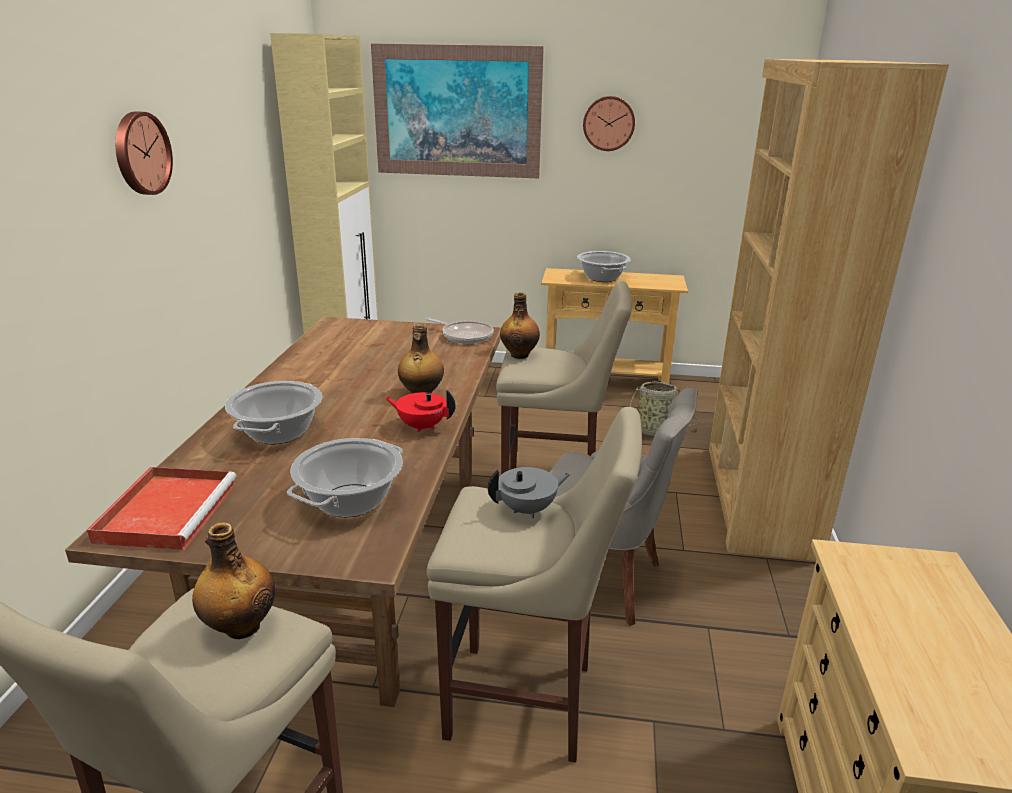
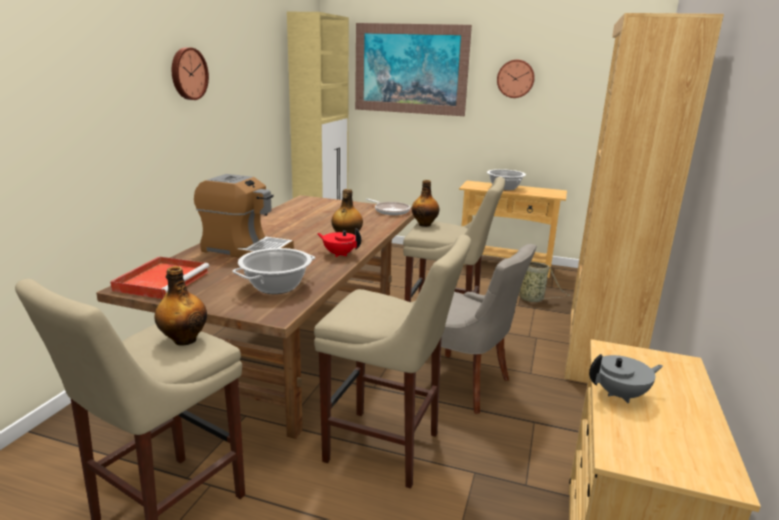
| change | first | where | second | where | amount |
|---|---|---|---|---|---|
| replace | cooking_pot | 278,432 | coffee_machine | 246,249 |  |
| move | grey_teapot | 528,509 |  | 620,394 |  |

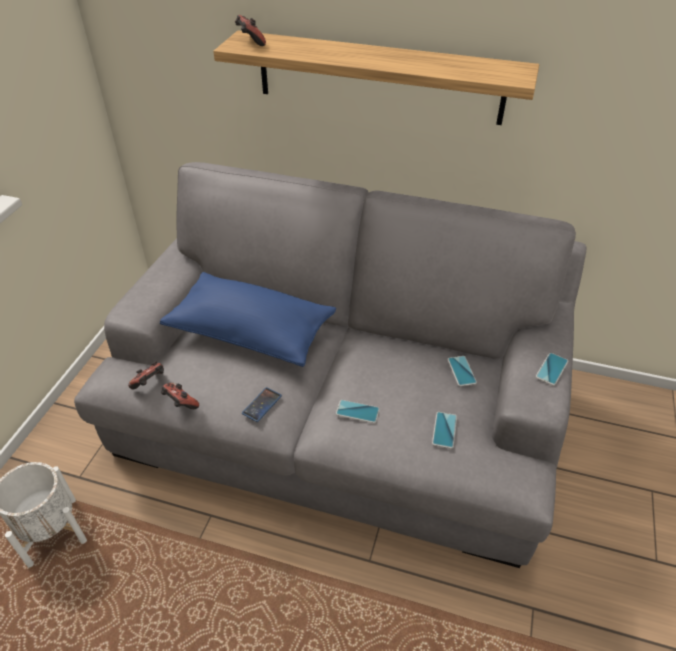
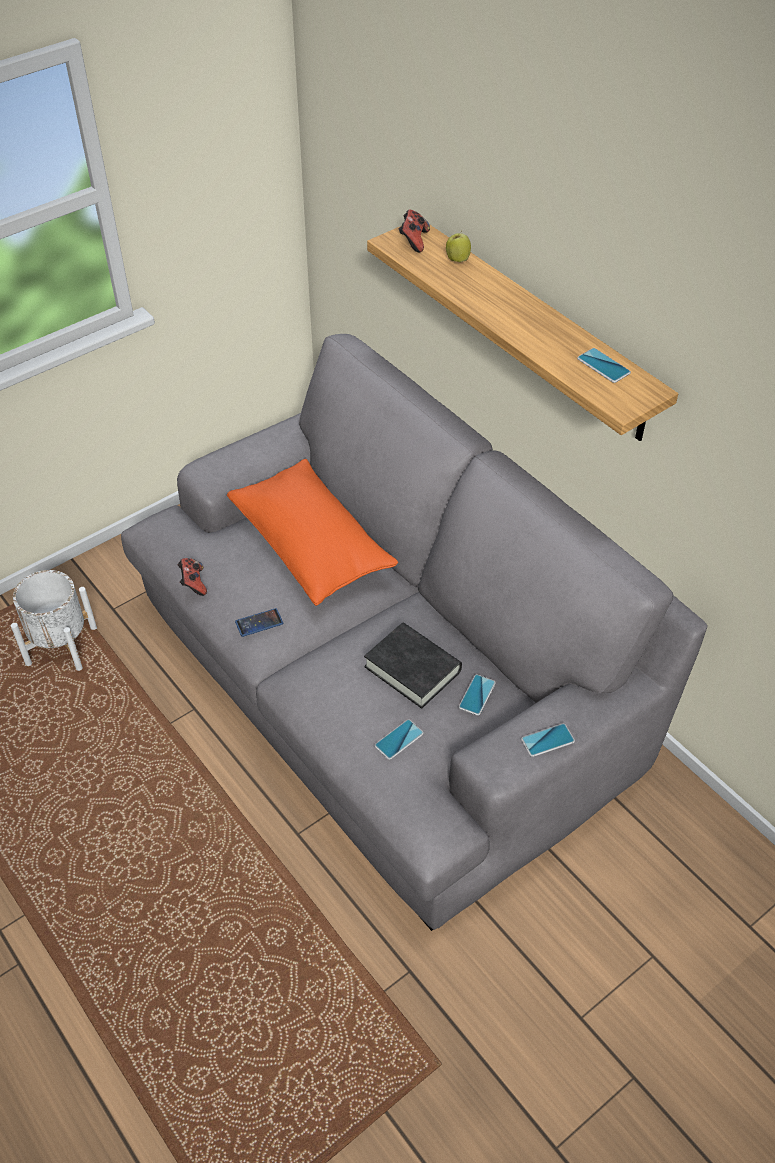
| change | first | where | second | where | amount |
|---|---|---|---|---|---|
| delete | game_controller | 150,383 |  |  |  |
| recolor | blue_pillow | 251,332 | orange_pillow | 311,546 |  |
| move | phone | 357,412 |  | 603,366 |  |
| insert |  |  | black_book | 412,669 |  |
| insert |  |  | apple | 457,259 |  |

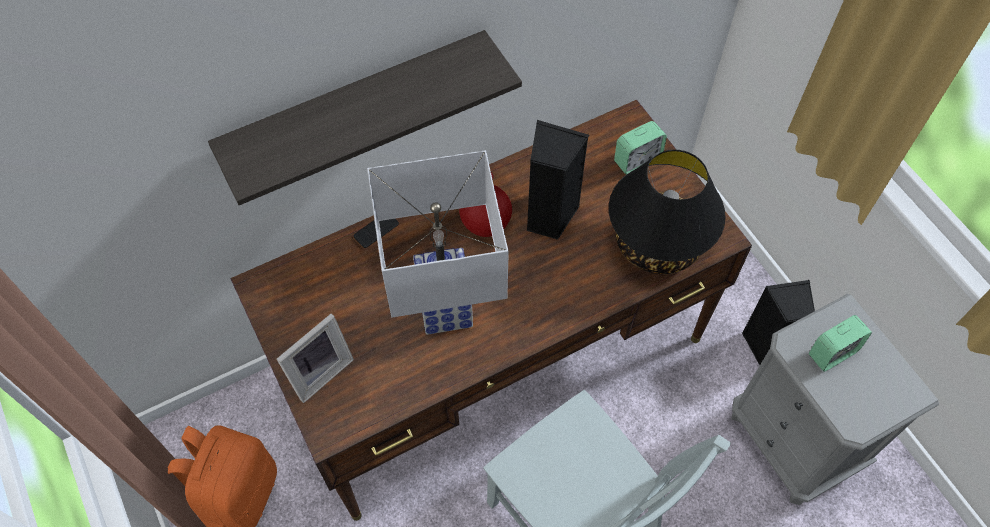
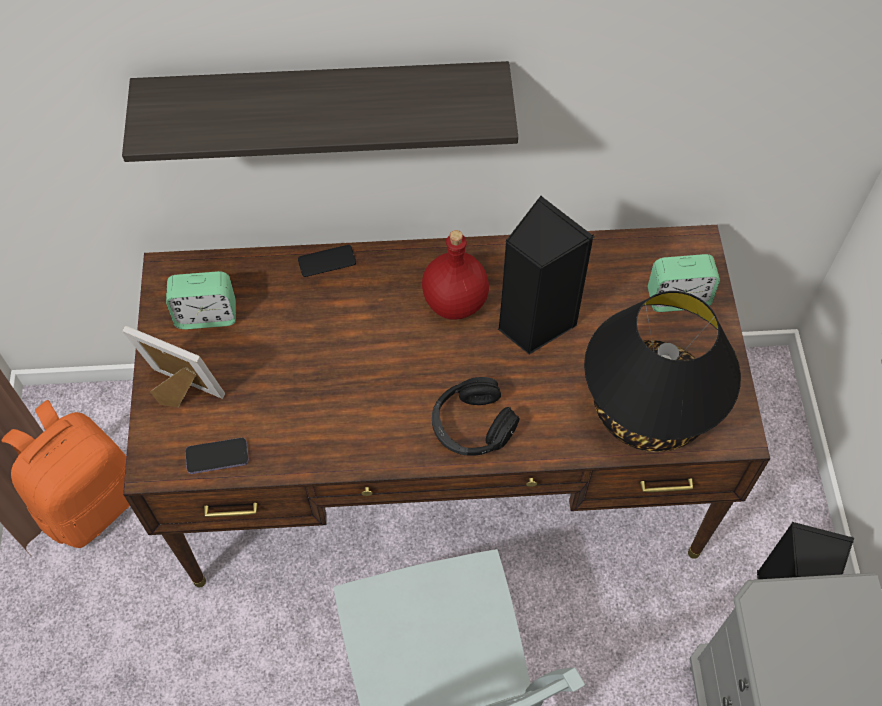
| change | first | where | second | where | amount |
|---|---|---|---|---|---|
| rotate | picture_frame | 319,371 |  | 181,394 | 135 degrees counterclockwise |
| delete | white_table_lamp | 447,309 |  |  |  |
| move | alarm_clock | 832,353 |  | 206,315 |  |
| insert |  |  | phone | 217,457 |  |
| insert |  |  | black_headphones | 472,426 |  |

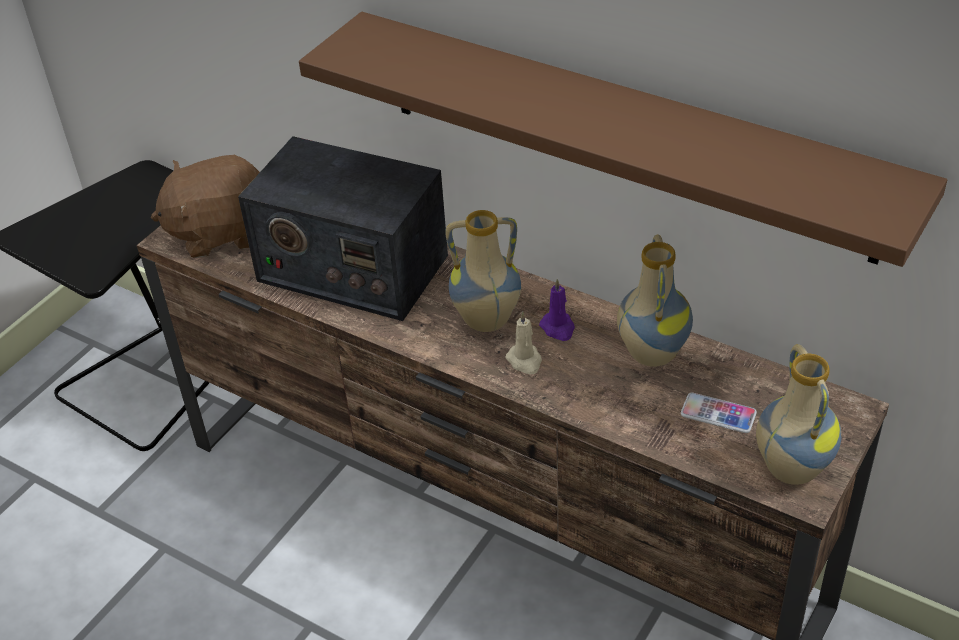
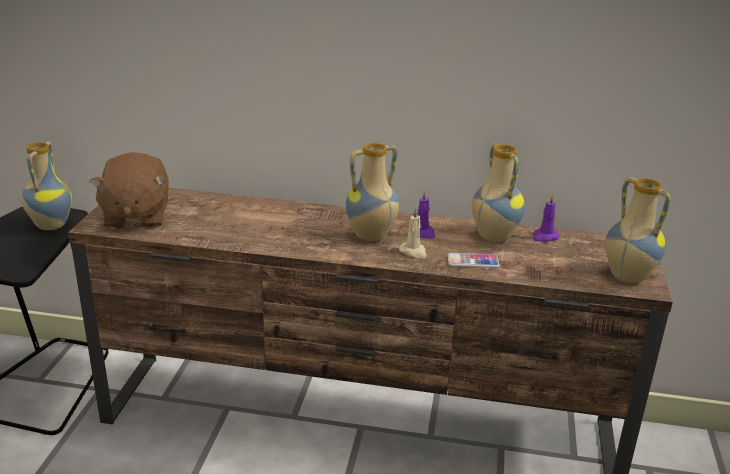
| change | first | where | second | where | amount |
|---|---|---|---|---|---|
| rotate | brown_plush_toy | 221,232 |  | 135,217 | 60 degrees counterclockwise |
| delete | radio | 351,268 |  |  |  |
| delete | brown_shelf | 622,134 |  |  |  |
| move | phone | 718,414 |  | 473,261 |  |
| insert |  |  | vase | 50,225 |  |
| insert |  |  | purple_candle | 544,237 |  |

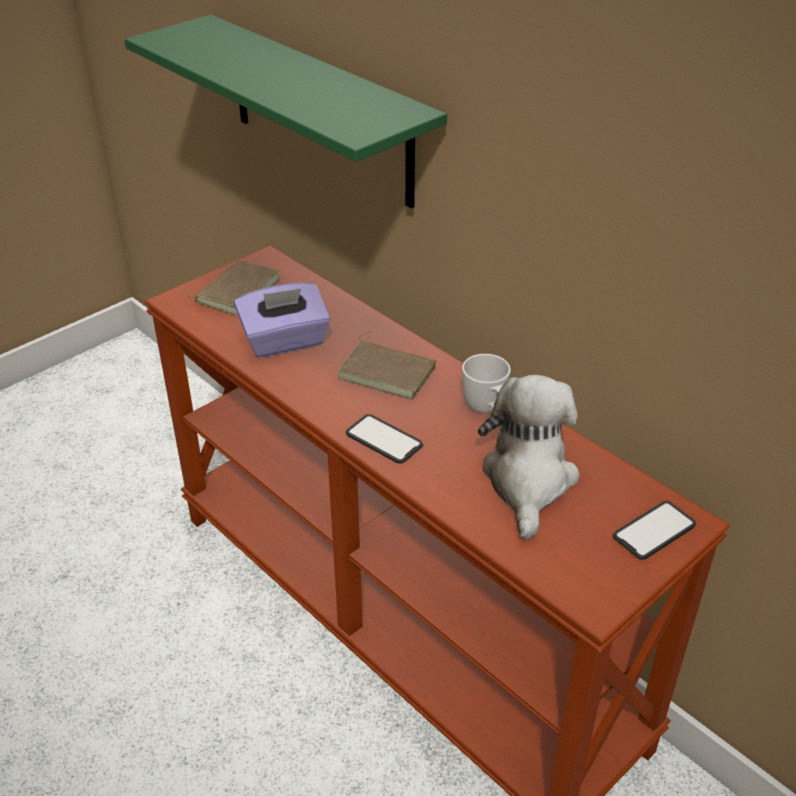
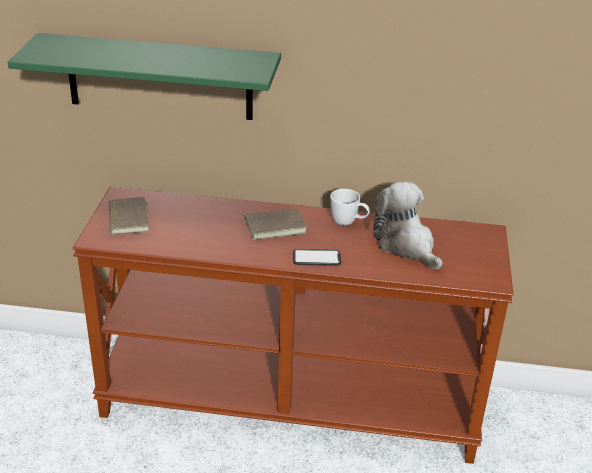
| change | first | where | second | where | amount |
|---|---|---|---|---|---|
| delete | purple_tissue_box | 285,341 |  |  |  |
| delete | phone | 654,531 |  |  |  |

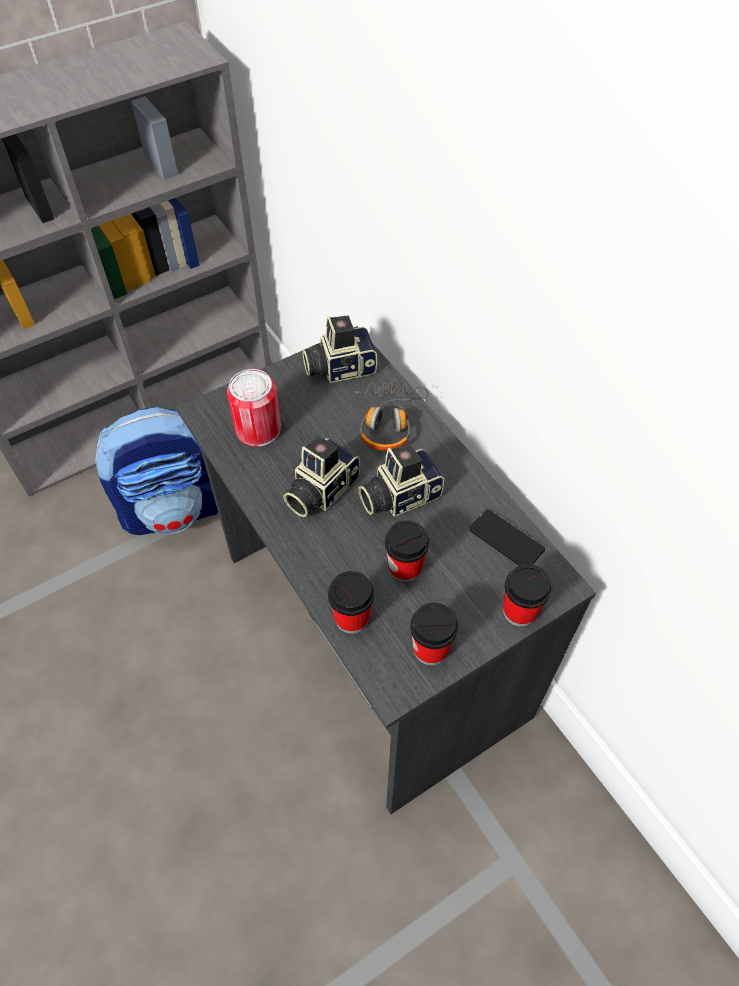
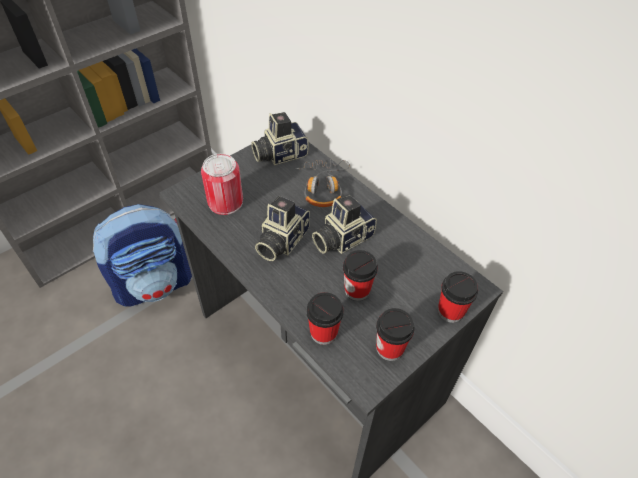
| change | first | where | second | where | amount |
|---|---|---|---|---|---|
| delete | phone | 506,539 |  |  |  |

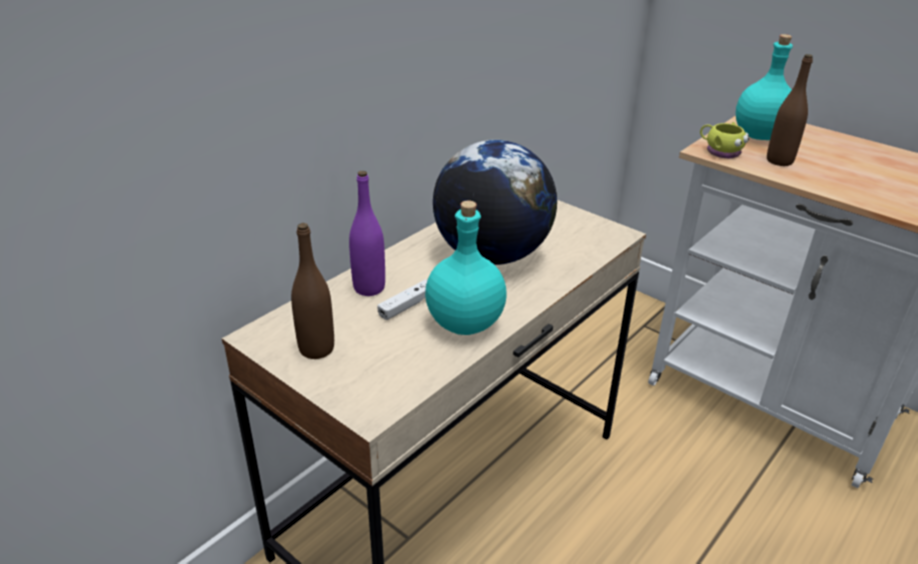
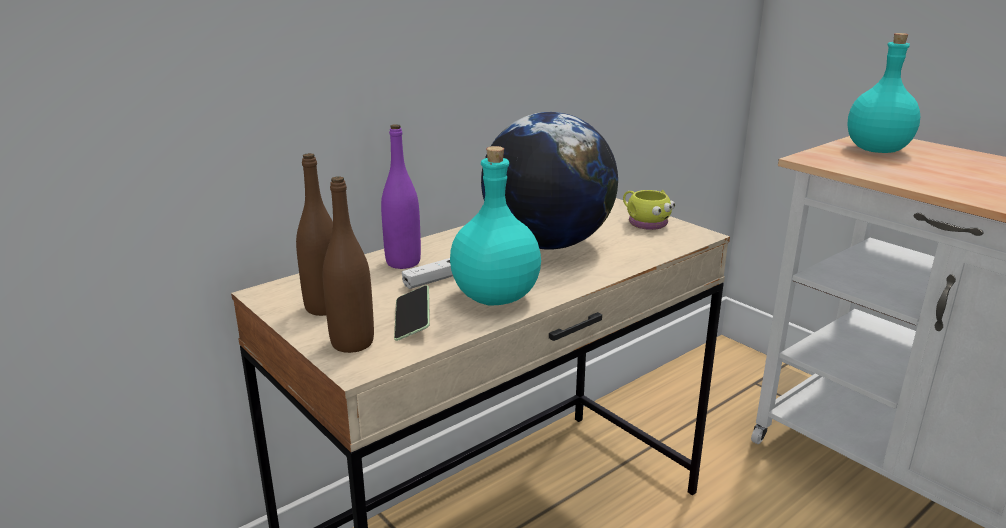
| change | first | where | second | where | amount |
|---|---|---|---|---|---|
| move | yellow_mug | 720,151 |  | 644,222 |  |
| move | brown_bottle | 779,161 |  | 352,343 |  |
| insert |  |  | phone | 412,322 |  |

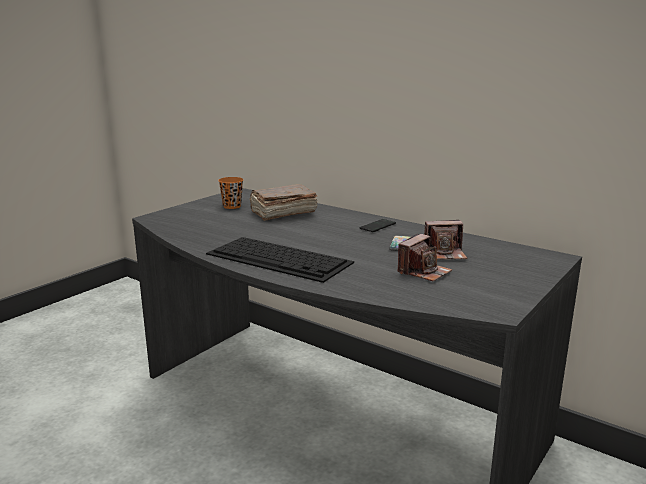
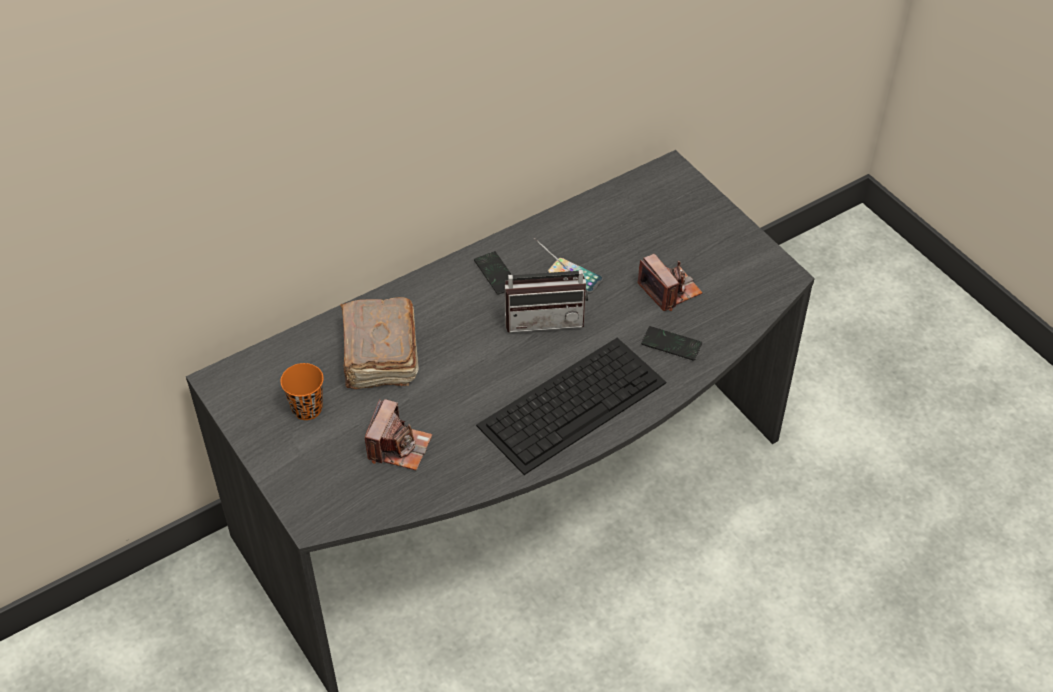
| change | first | where | second | where | amount |
|---|---|---|---|---|---|
| move | photo_camera | 445,253 |  | 399,447 |  |
| insert |  |  | radio | 545,317 |  |
| insert |  |  | phone | 671,344 |  |

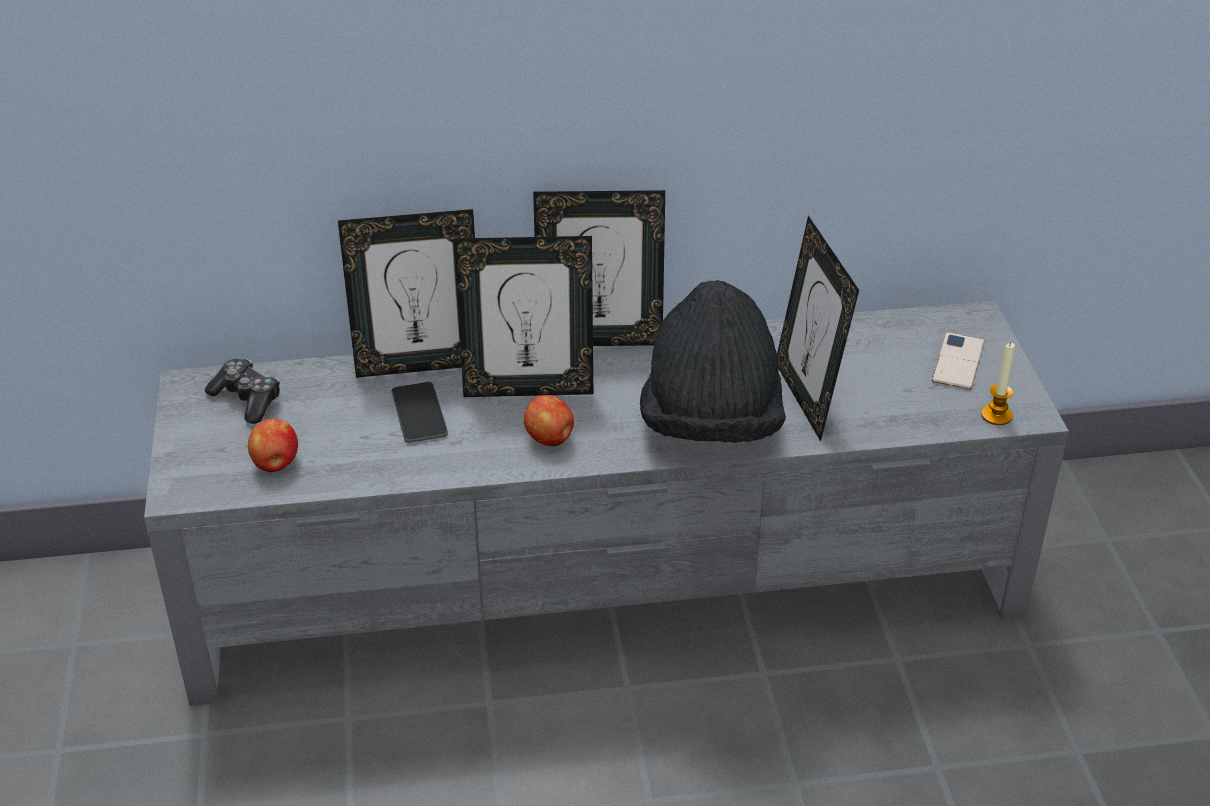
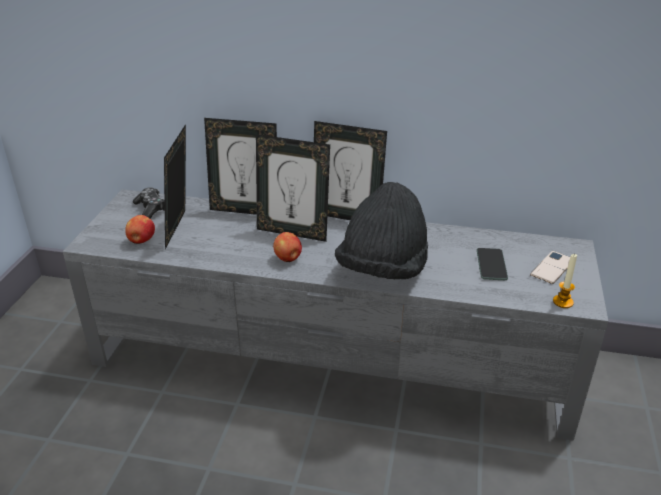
| change | first | where | second | where | amount |
|---|---|---|---|---|---|
| move | phone | 419,413 |  | 491,264 |  |
| move | picture_frame | 807,399 |  | 181,229 |  |

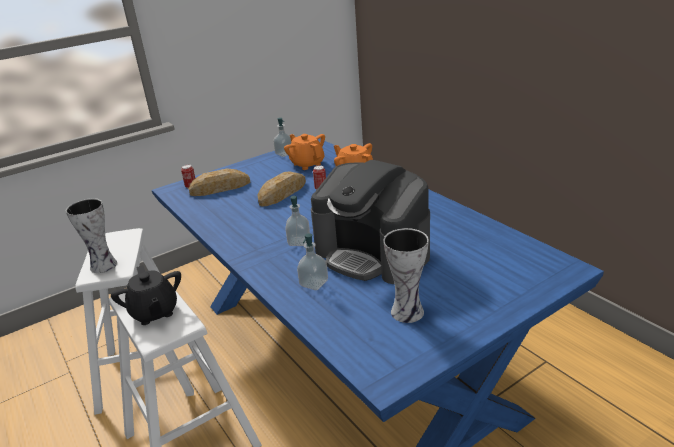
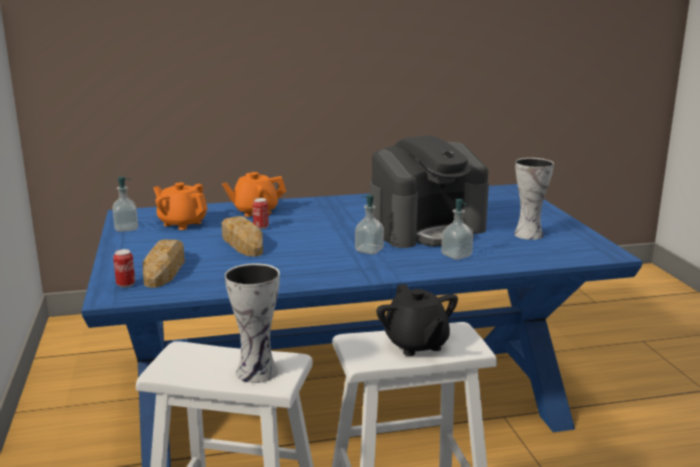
| change | first | where | second | where | amount |
|---|---|---|---|---|---|
| rotate | black_teapot | 154,312 |  | 416,344 | 75 degrees clockwise |
| rotate | orange_teapot | 307,164 |  | 182,223 | 45 degrees clockwise |

